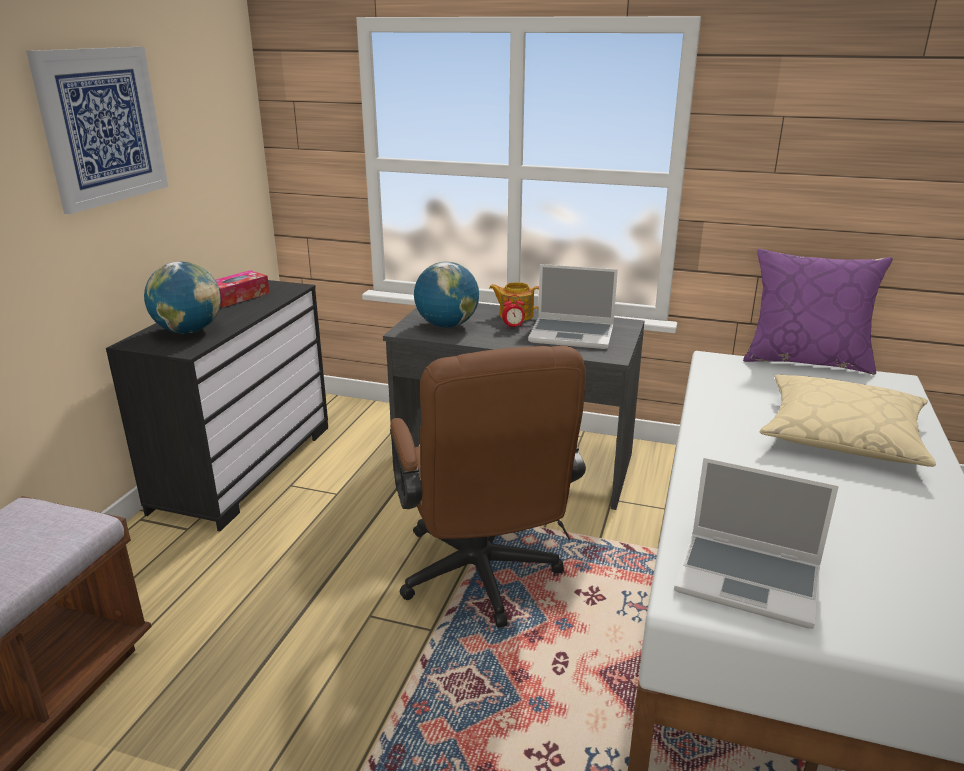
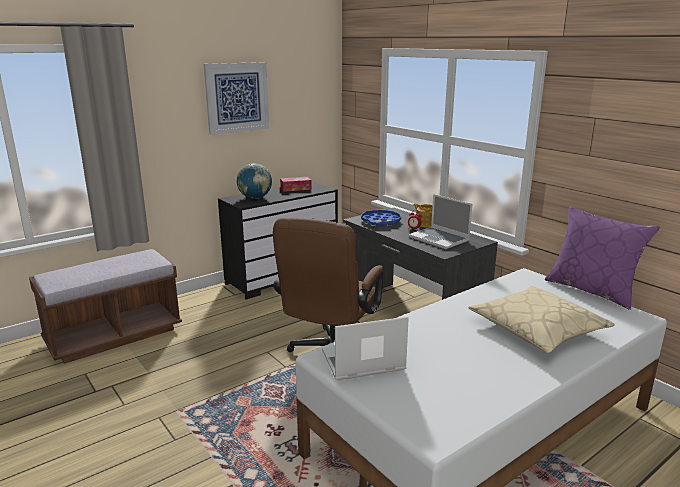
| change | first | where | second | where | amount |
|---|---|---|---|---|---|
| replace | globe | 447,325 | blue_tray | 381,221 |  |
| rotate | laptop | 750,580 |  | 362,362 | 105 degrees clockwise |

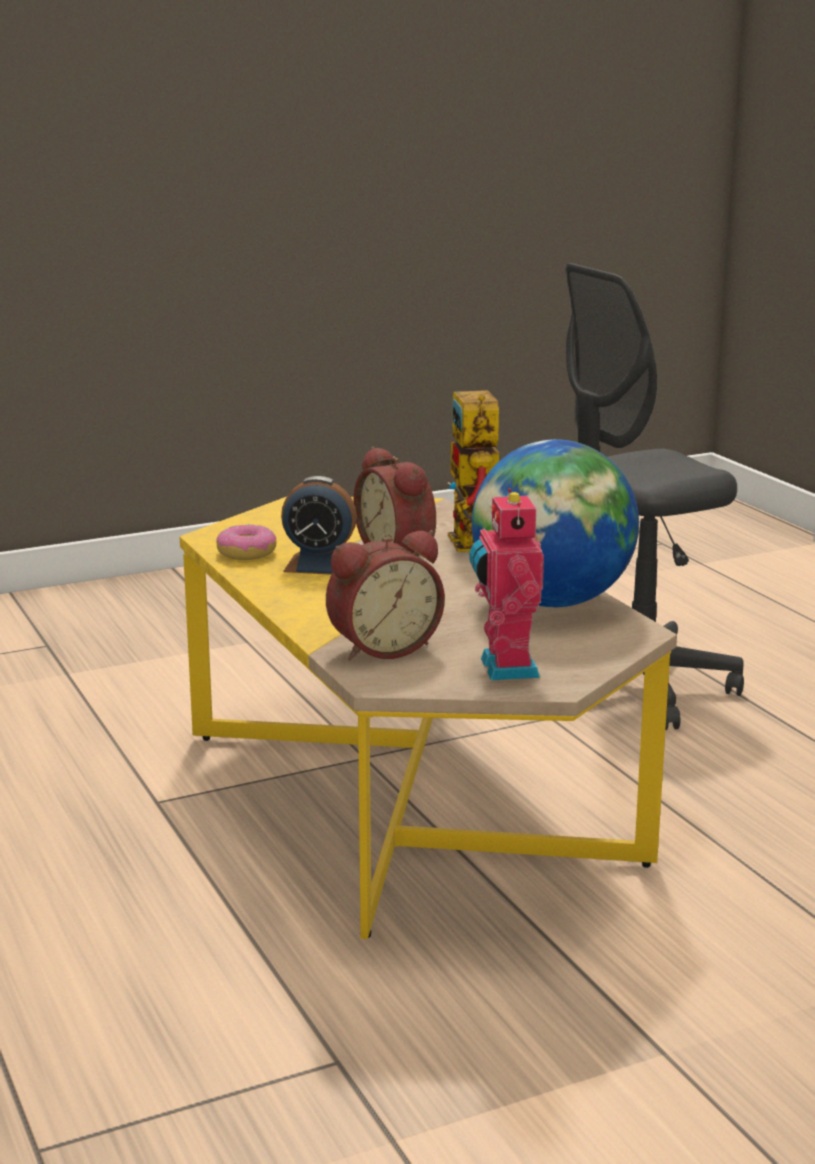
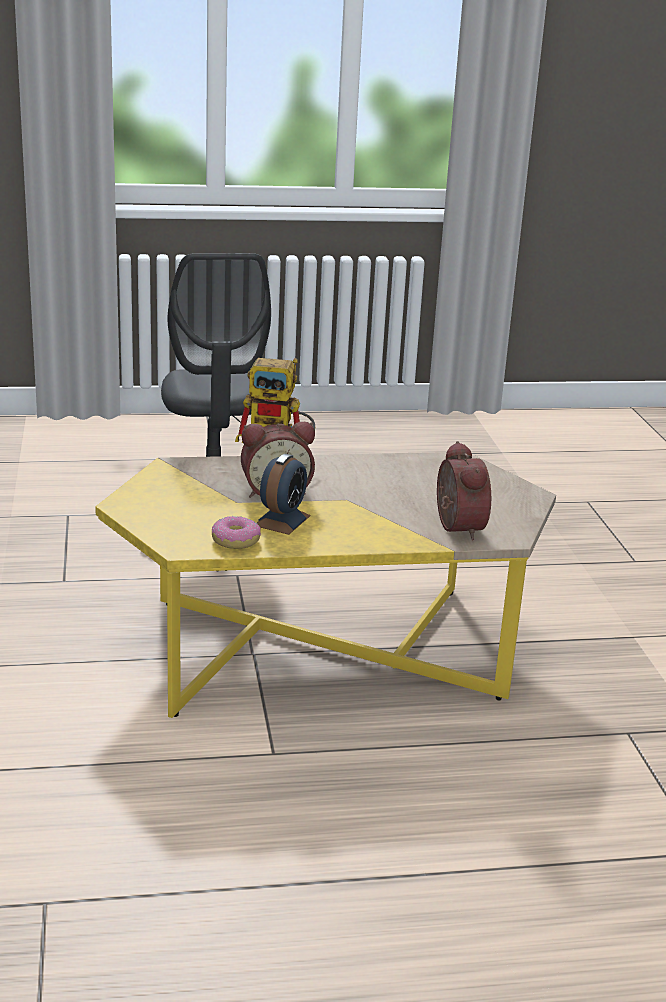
| change | first | where | second | where | amount |
|---|---|---|---|---|---|
| delete | toy_robot | 504,668 |  |  |  |
| delete | globe | 552,602 |  |  |  |

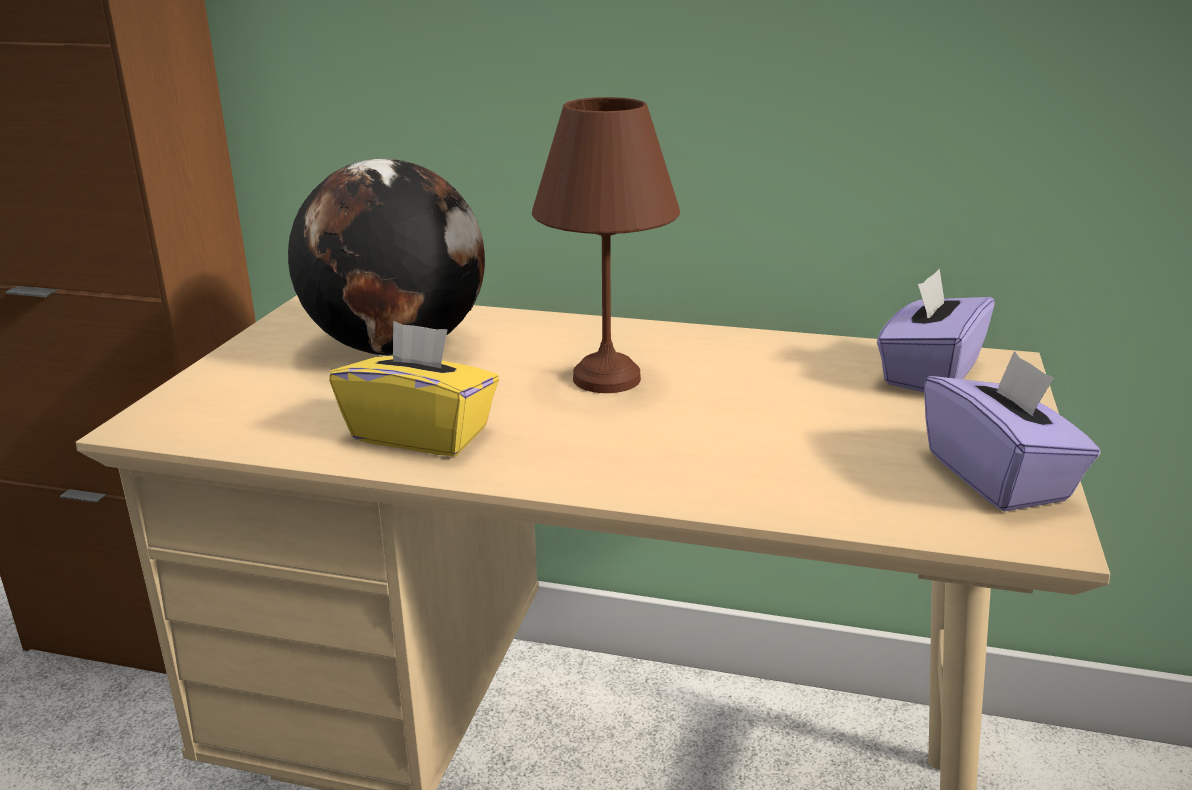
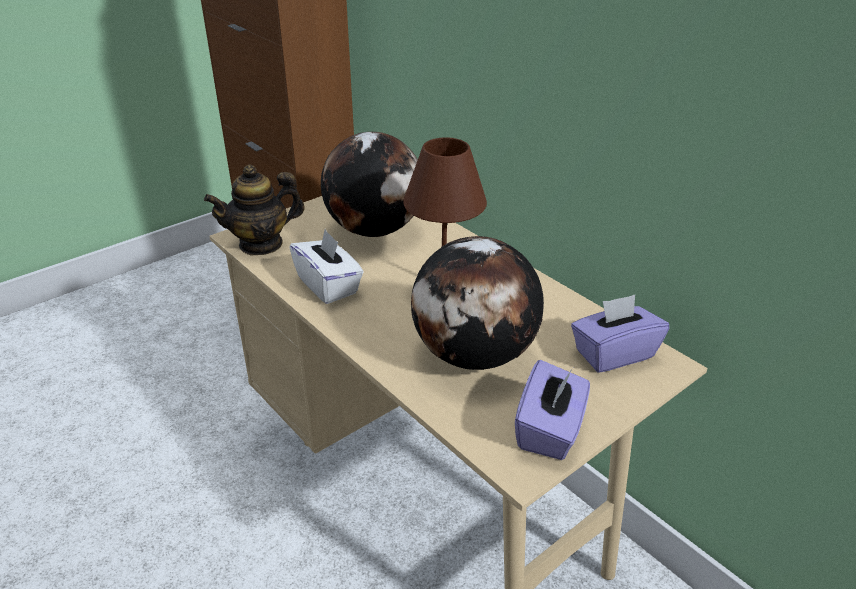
| change | first | where | second | where | amount |
|---|---|---|---|---|---|
| recolor | yellow_tissue_box | 421,434 | white_tissue_box | 328,285 |  |
| insert |  |  | teapot | 261,244 |  |
| insert |  |  | globe | 474,355 |  |

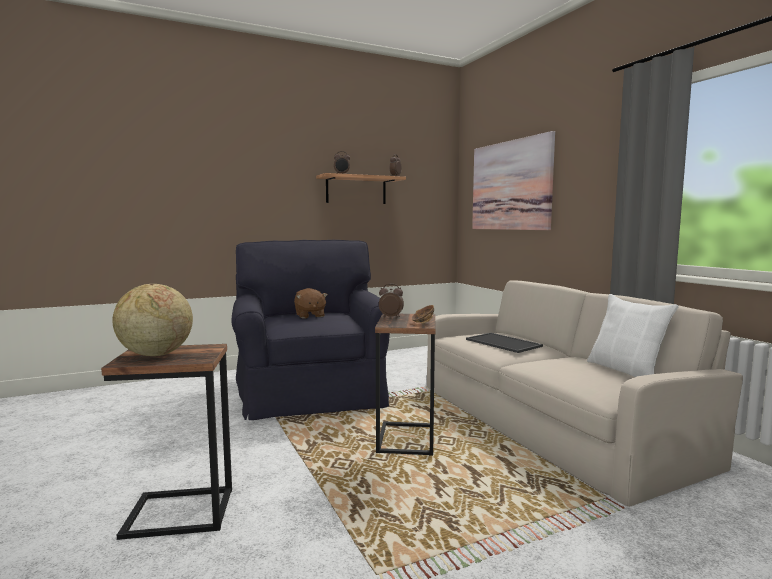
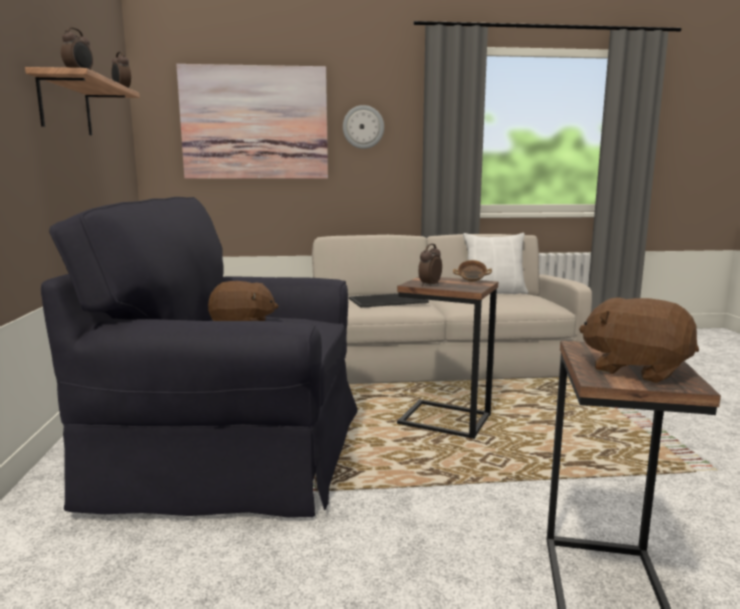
| change | first | where | second | where | amount |
|---|---|---|---|---|---|
| replace | globe | 155,354 | brown_plush_toy | 635,369 |  |
| insert |  |  | wall_clock | 363,127 |  |

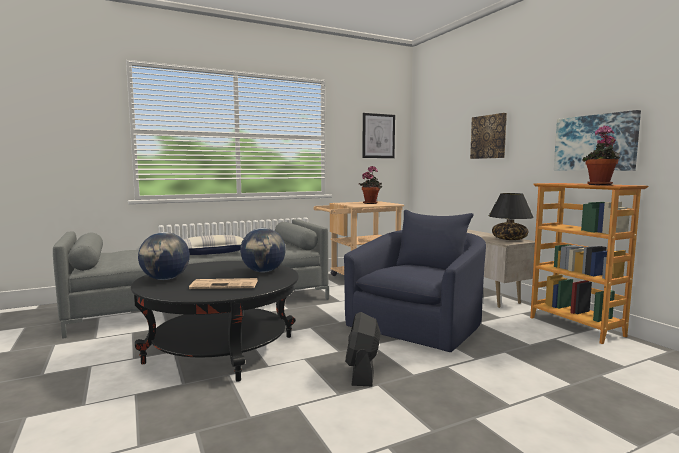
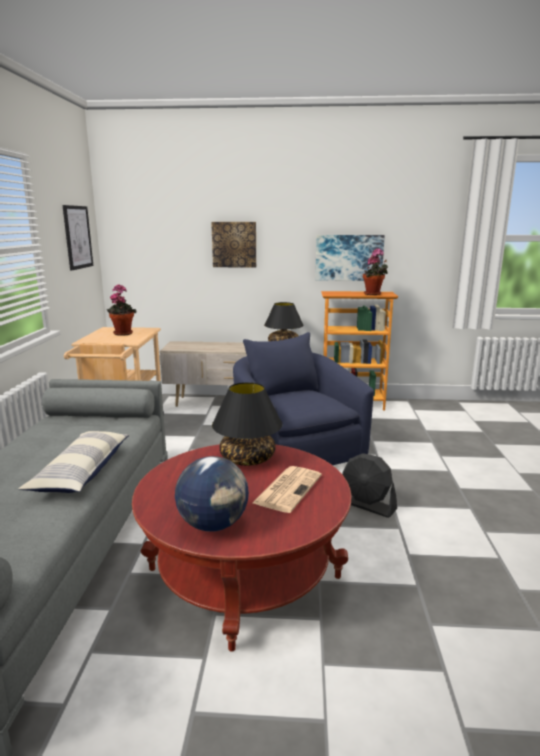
| change | first | where | second | where | amount |
|---|---|---|---|---|---|
| recolor | black_coffee_table | 221,349 | red_coffee_table | 244,572 |  |
| replace | globe | 263,271 | black_table_lamp | 248,458 |  |

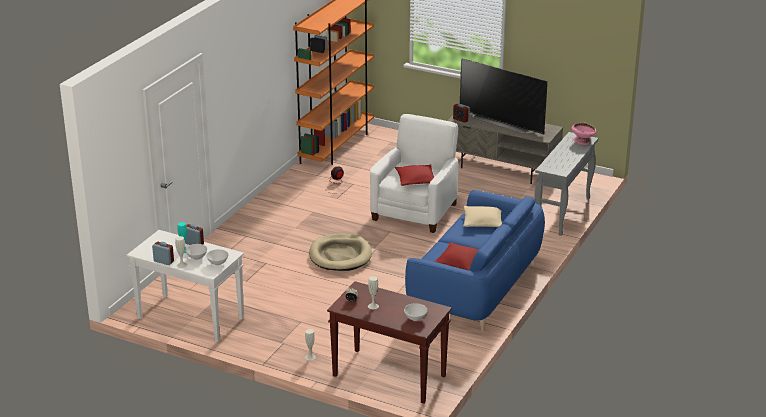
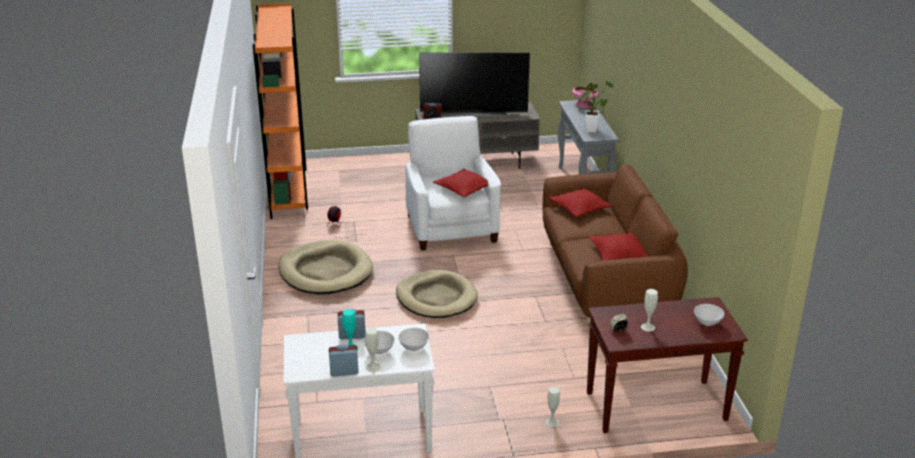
| change | first | where | second | where | amount |
|---|---|---|---|---|---|
| recolor | blue_sofa | 475,287 | brown_sofa | 605,280 |  |
| recolor | beige_pillow | 482,222 | red_pillow | 579,208 |  |
| insert |  |  | beige_dog_bed | 325,271 |  |
| insert |  |  | potted_plant | 591,129 |  |

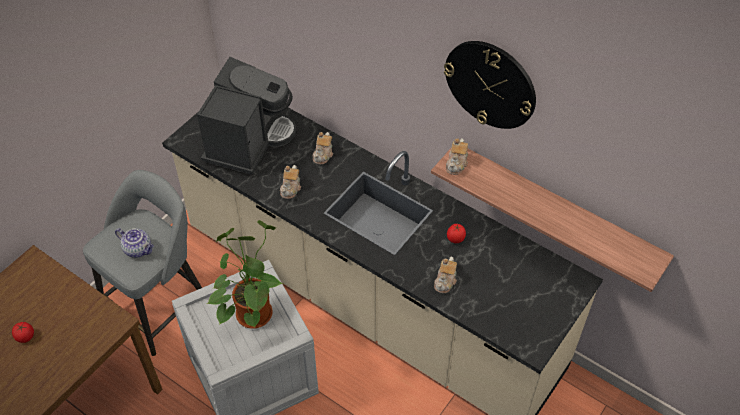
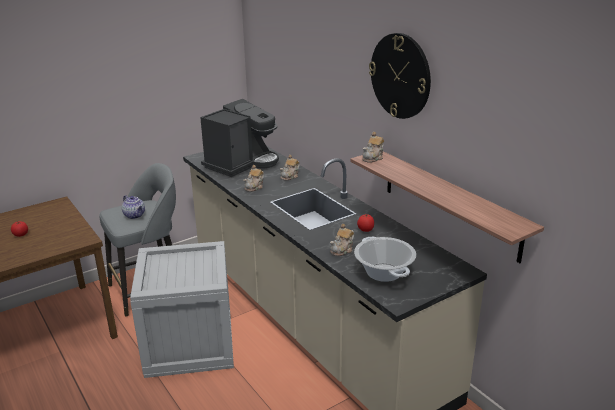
| change | first | where | second | where | amount |
|---|---|---|---|---|---|
| delete | potted_plant | 252,311 |  |  |  |
| insert |  |  | cooking_pot | 384,272 |  |

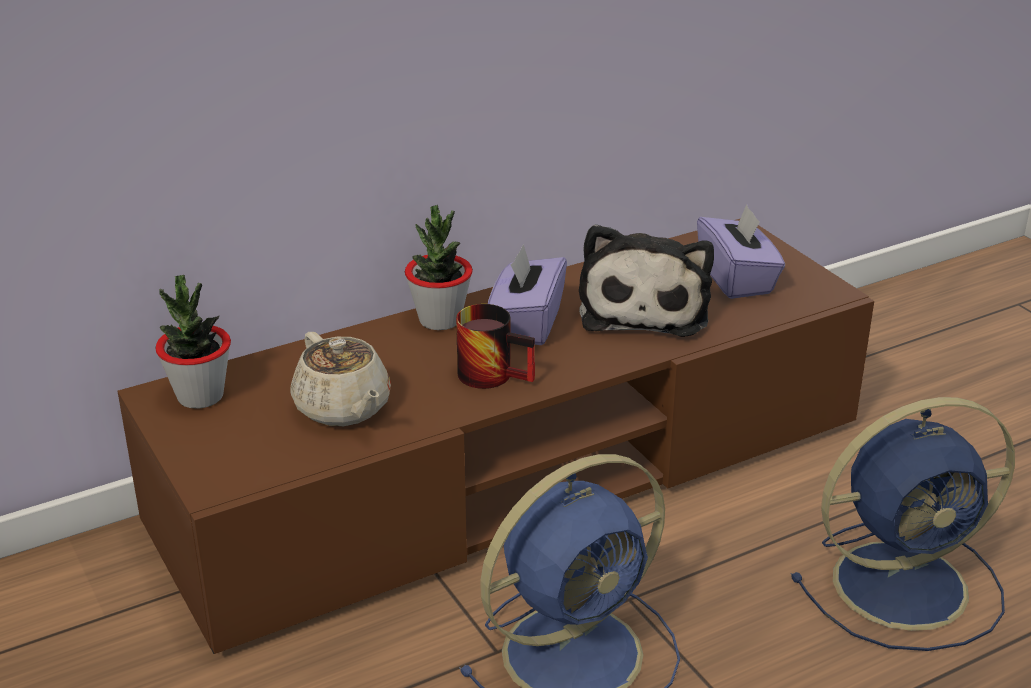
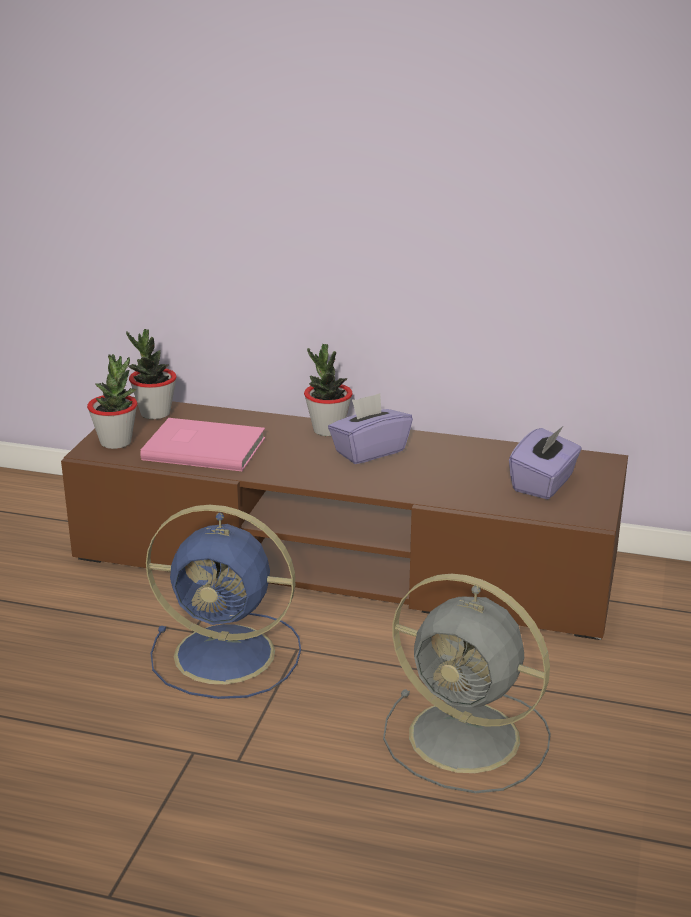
| change | first | where | second | where | amount |
|---|---|---|---|---|---|
| replace | beige_teapot | 343,409 | pink_book | 203,447 |  |
| delete | mug | 495,373 |  |  |  |
| delete | plush_toy | 644,307 |  |  |  |
| recolor | blue_fan | 905,584 | grey_fan | 469,738 |  |
| insert |  |  | potted_plant | 116,442 |  |

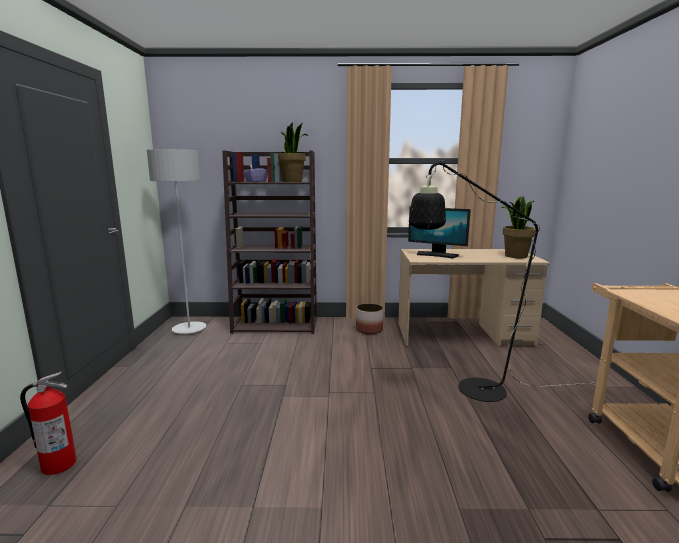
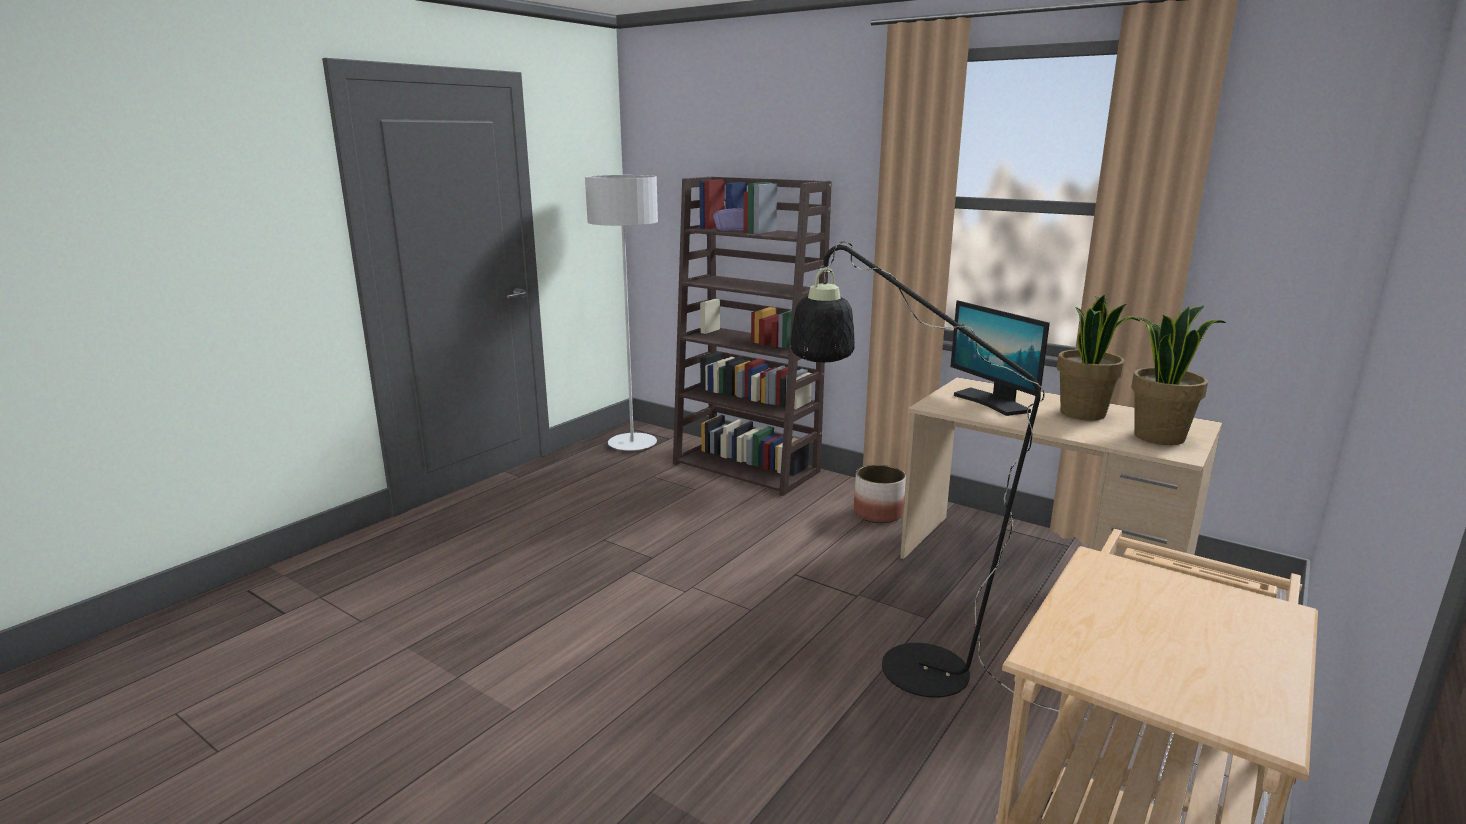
| change | first | where | second | where | amount |
|---|---|---|---|---|---|
| delete | fire_extinguisher | 58,464 |  |  |  |
| move | potted_plant | 292,181 |  | 1084,413 |  |

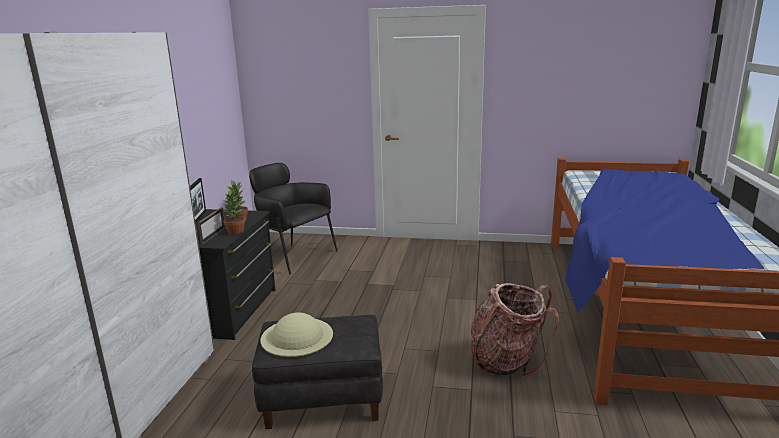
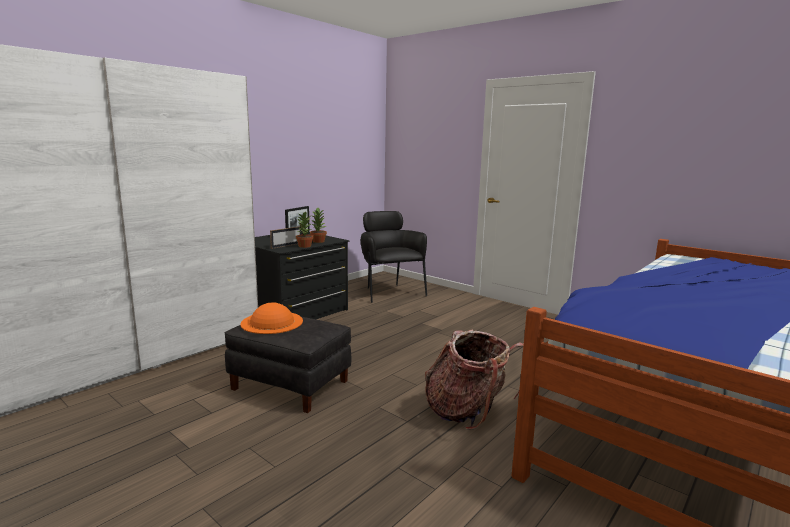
| change | first | where | second | where | amount |
|---|---|---|---|---|---|
| recolor | beige_hat | 297,336 | orange_hat | 272,322 |  |

